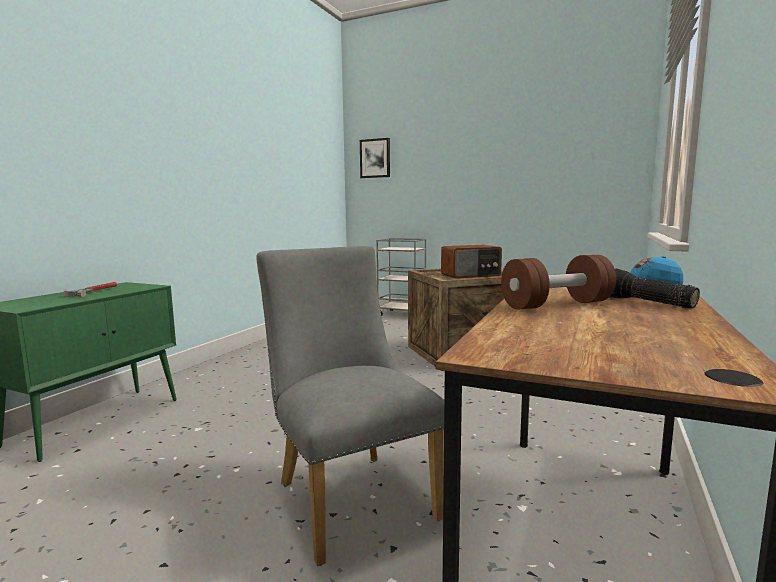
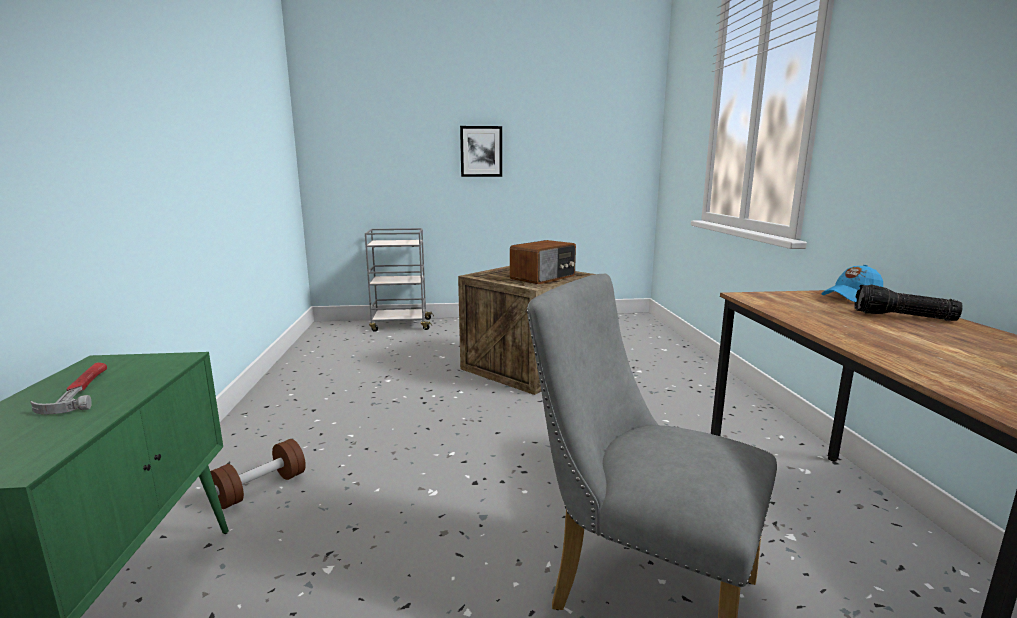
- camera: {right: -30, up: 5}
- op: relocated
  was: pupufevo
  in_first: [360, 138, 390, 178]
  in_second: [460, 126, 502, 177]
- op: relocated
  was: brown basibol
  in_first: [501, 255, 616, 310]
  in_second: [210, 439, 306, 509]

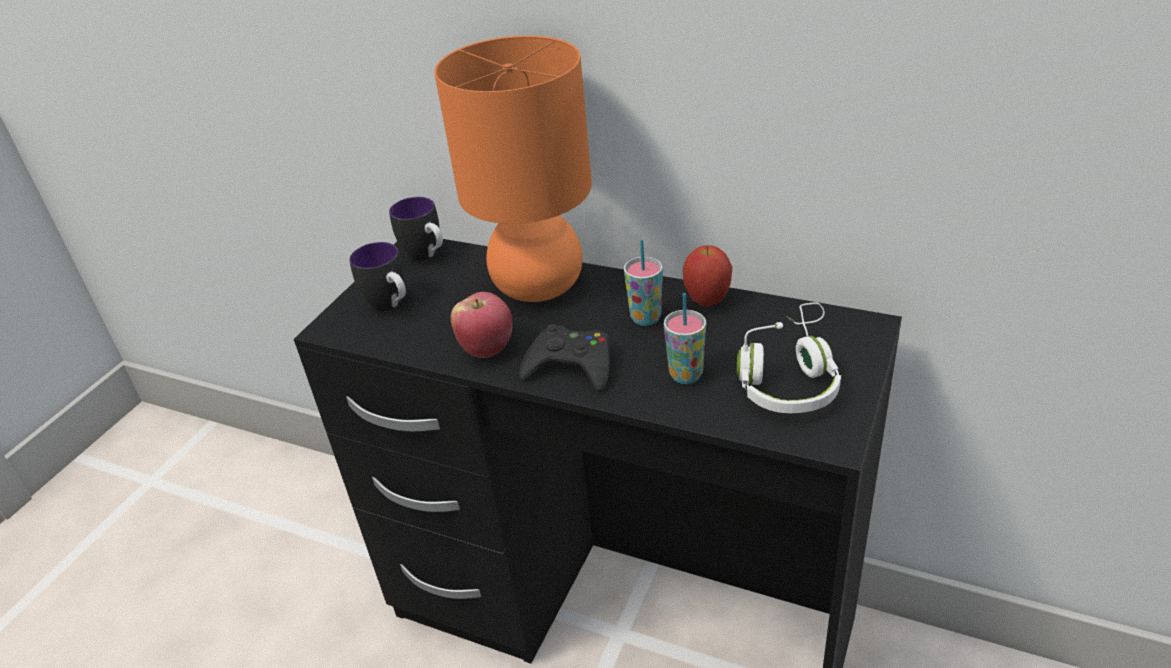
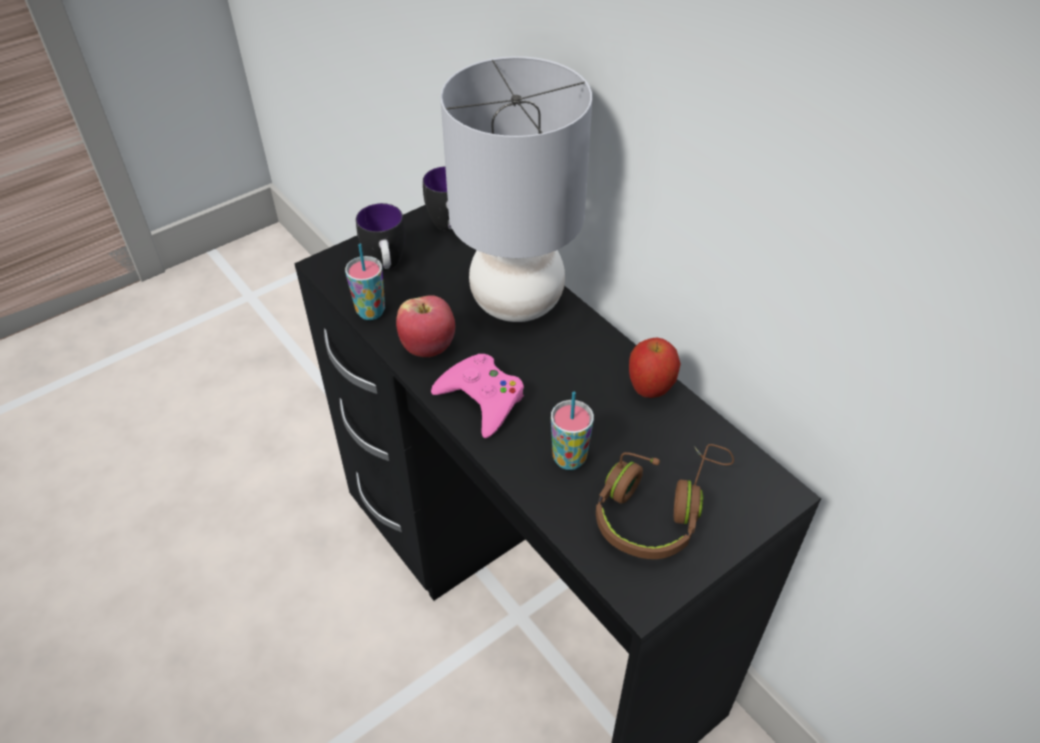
- camera: {right: 25, up: 10}
- op: colour
  was: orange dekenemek
  now: grey dekenemek
  in_first: [434, 35, 592, 302]
  in_second: [440, 56, 592, 322]
- op: relocated
  was: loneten
  in_first: [624, 239, 663, 326]
  in_second: [345, 244, 385, 320]
- op: colour
  was: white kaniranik
  now: brown kaniranik
  in_first: [737, 302, 841, 413]
  in_second: [596, 444, 734, 559]
- op: colour
  was: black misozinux
  now: pink misozinux
  in_first: [519, 324, 610, 392]
  in_second: [431, 354, 524, 438]

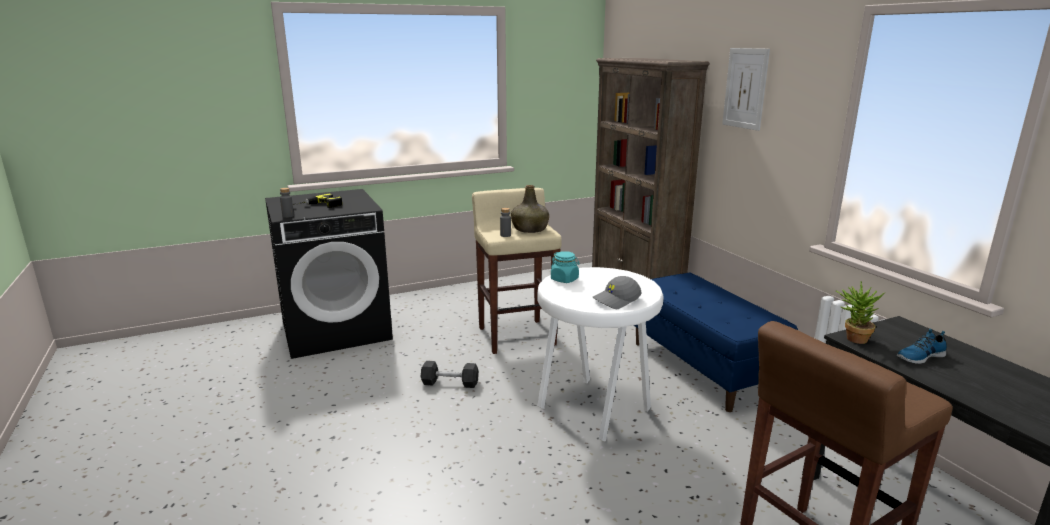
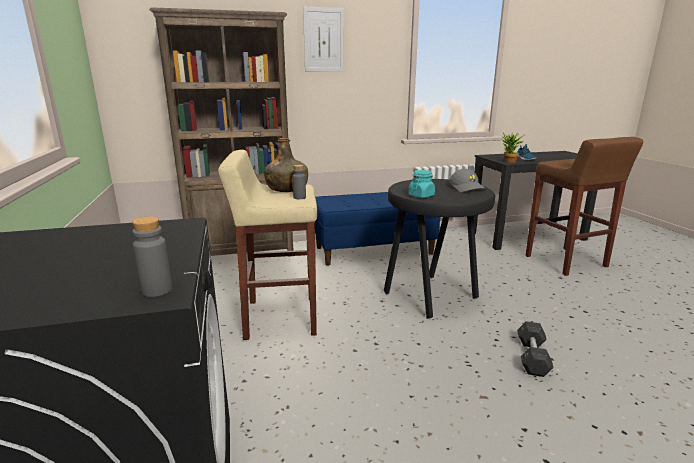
- camera: {right: -80, up: 0}
- op: missing
  was: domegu
  in_first: [293, 193, 342, 208]
- op: colour
  was: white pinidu
  now: black pinidu
  in_first: [537, 267, 664, 442]
  in_second: [384, 179, 495, 319]
- op: relocated
  was: grey basibol
  in_first: [421, 361, 479, 388]
  in_second: [517, 321, 554, 377]

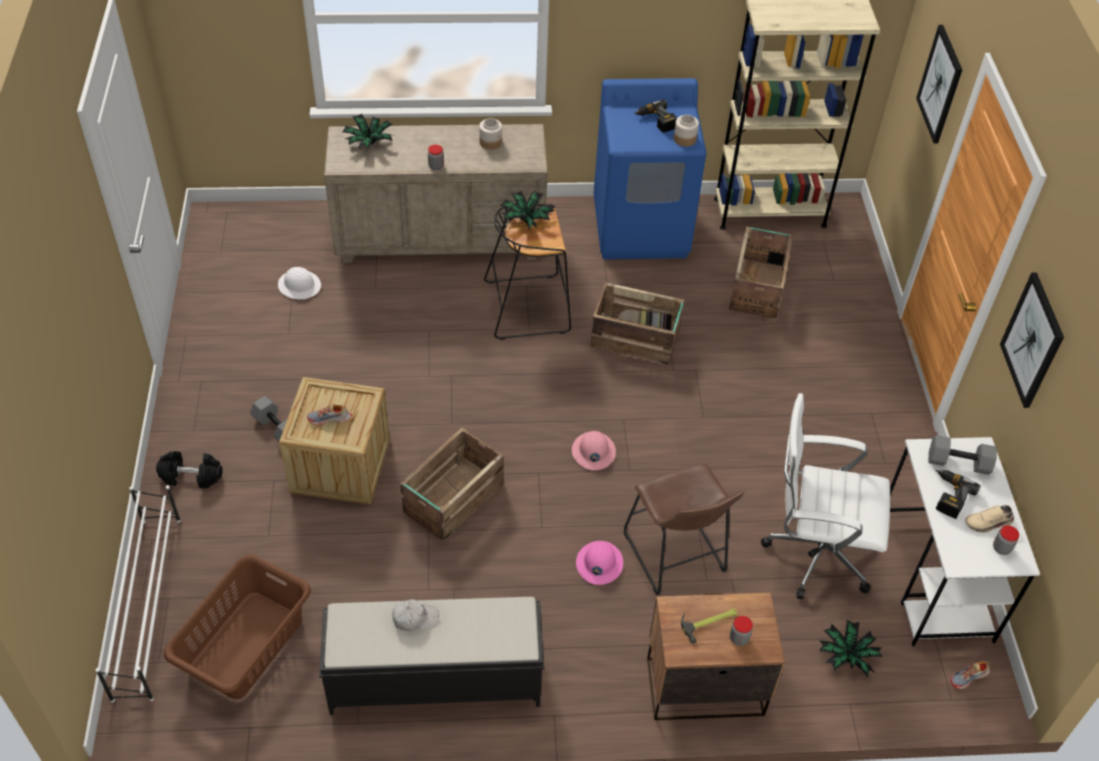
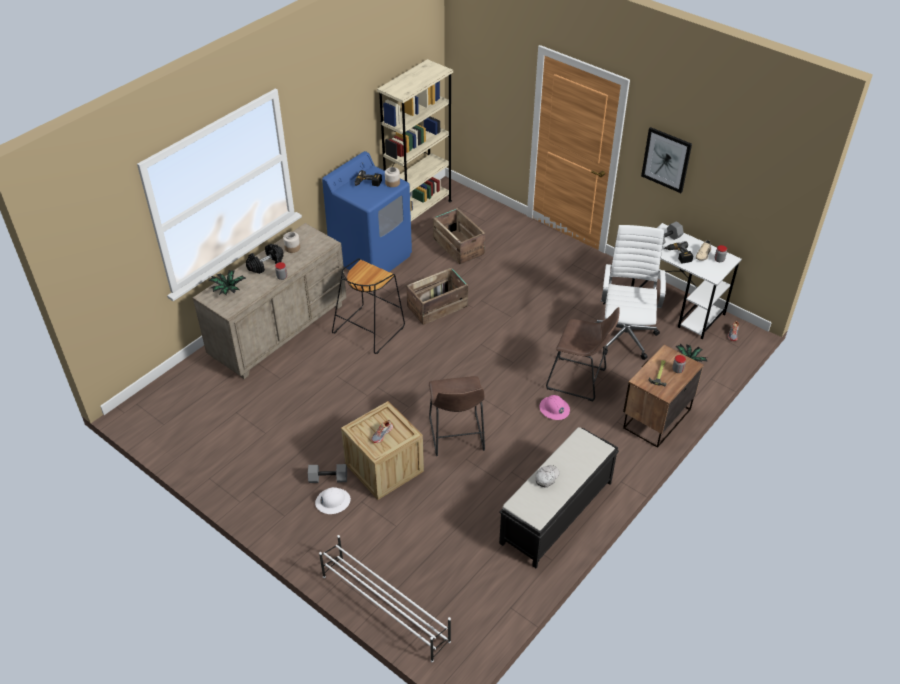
- camera: {right: -45, up: -5}
- op: missing
  was: pupufevo
  in_first: [916, 25, 962, 144]
- op: missing
  was: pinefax
  in_first: [500, 190, 554, 230]
- op: relocated
  was: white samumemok
  in_first: [278, 267, 321, 299]
  in_second: [315, 487, 351, 514]
- op: spun
  was: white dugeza
  in_first: [761, 393, 890, 599]
  in_second: [596, 225, 666, 360]
  clockwise: 135
- op: exchanged
  was: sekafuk
  now: brown pinidu
  in_first: [400, 428, 504, 541]
  in_second: [429, 376, 485, 456]
- op: missing
  was: pink samumemok
  in_first: [572, 431, 616, 470]
- op: relocated
  was: black basibol
  in_first: [156, 451, 223, 489]
  in_second: [246, 244, 284, 274]
- op: missing
  was: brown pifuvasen
  in_first: [164, 554, 311, 699]

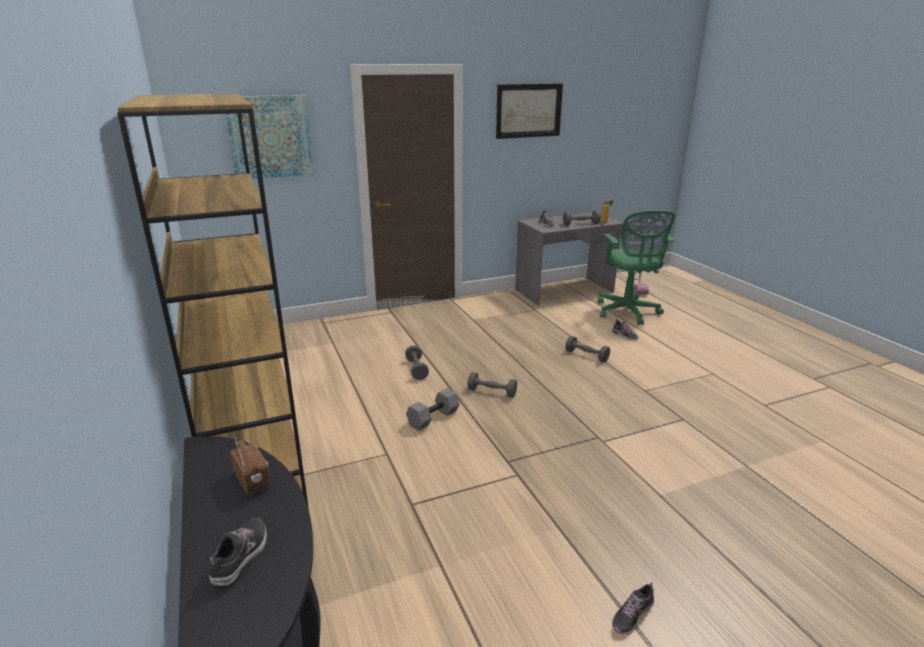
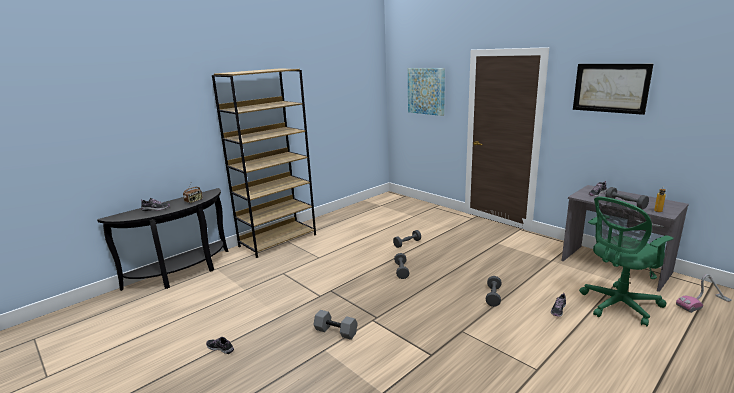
- camera: {right: 70, up: -5}
- op: relocated
  was: grey basibol
  in_first: [406, 388, 460, 431]
  in_second: [313, 310, 358, 340]

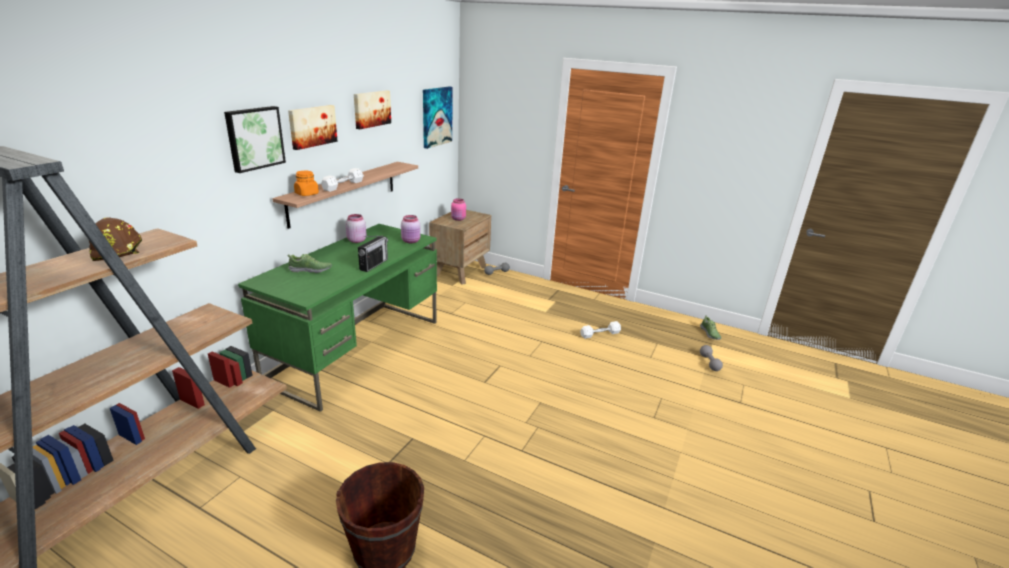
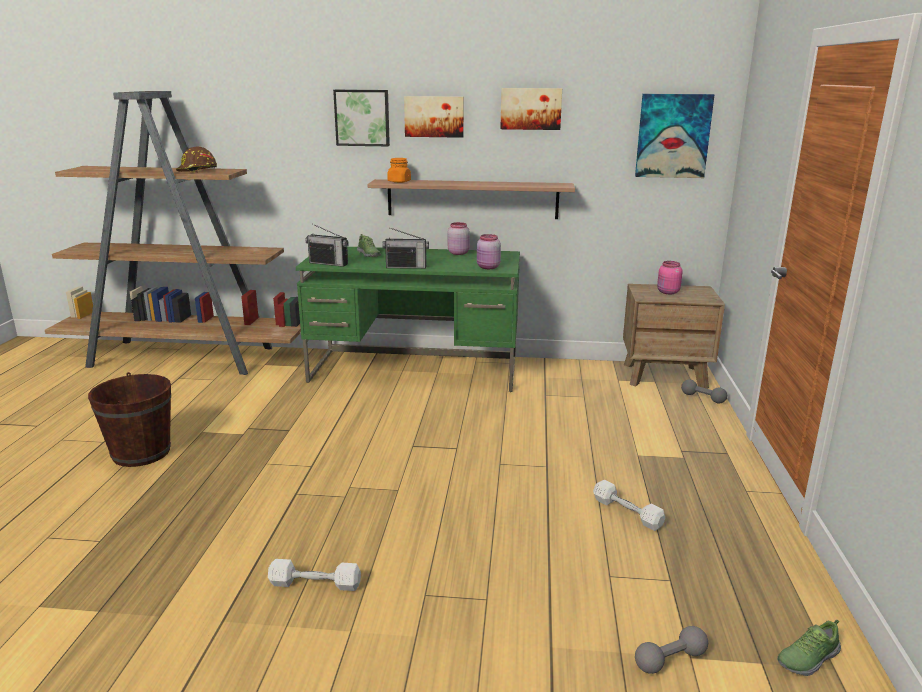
- camera: {right: 70, up: -5}
- op: relocated
  was: white basibol
  in_first: [321, 168, 364, 192]
  in_second: [268, 559, 361, 591]
- op: appeared
  now: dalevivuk
  in_second: [305, 224, 349, 267]

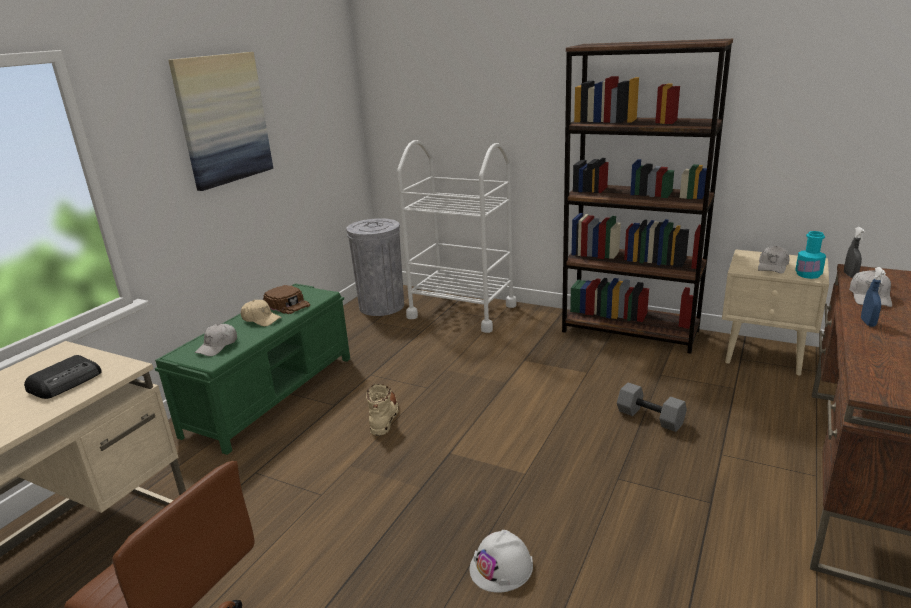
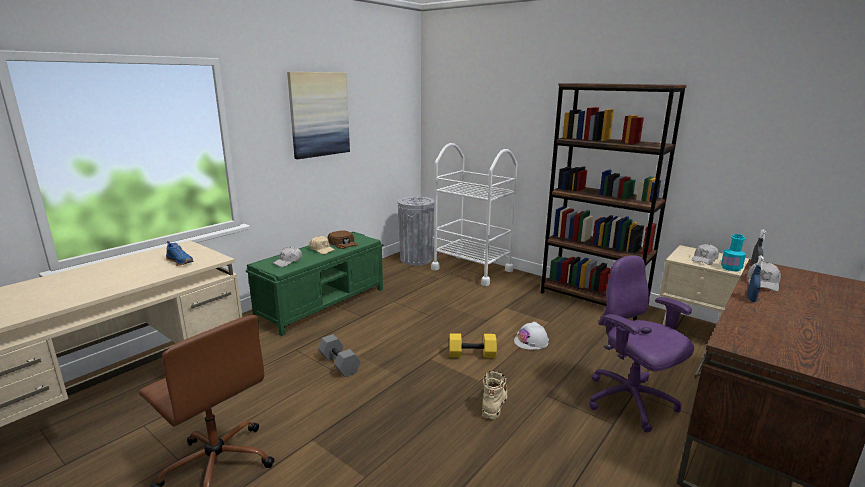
- camera: {right: 10, up: -5}
- op: exchanged
  was: dalevivuk
  now: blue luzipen
  in_first: [24, 355, 102, 399]
  in_second: [166, 241, 193, 266]
- op: relocated
  was: grey basibol
  in_first: [617, 383, 687, 432]
  in_second: [318, 334, 361, 377]
- op: relocated
  was: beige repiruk
  in_first: [366, 384, 399, 436]
  in_second: [482, 371, 508, 419]
- op: relocated
  was: white samumemok
  in_first: [470, 530, 533, 593]
  in_second: [514, 321, 549, 350]
- op: appeared
  now: purple dugeza
  in_second: [589, 256, 694, 432]
- op: appeared
  now: yellow basibol
  in_second: [449, 333, 497, 358]

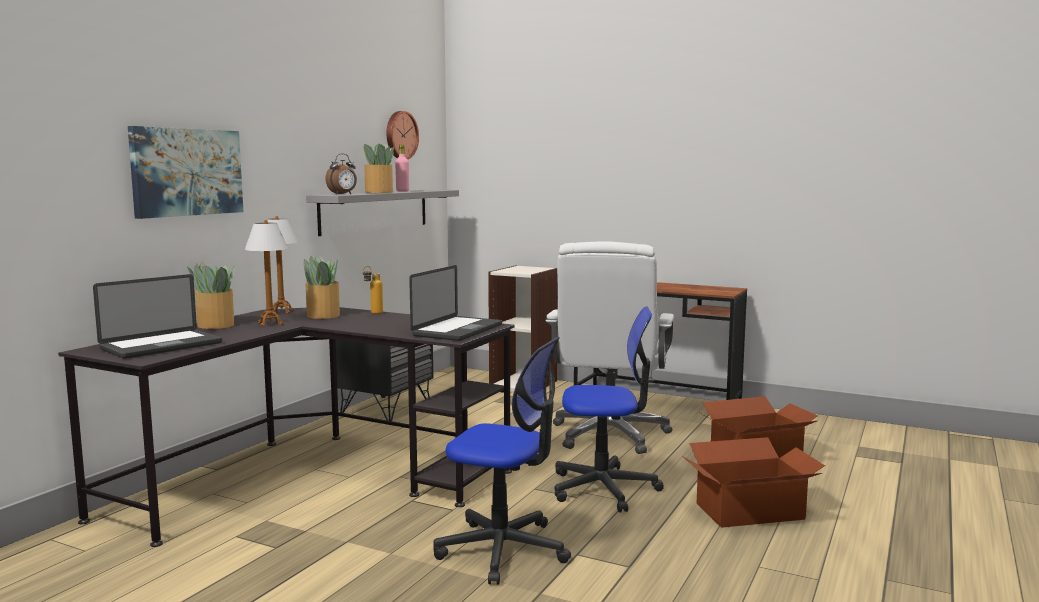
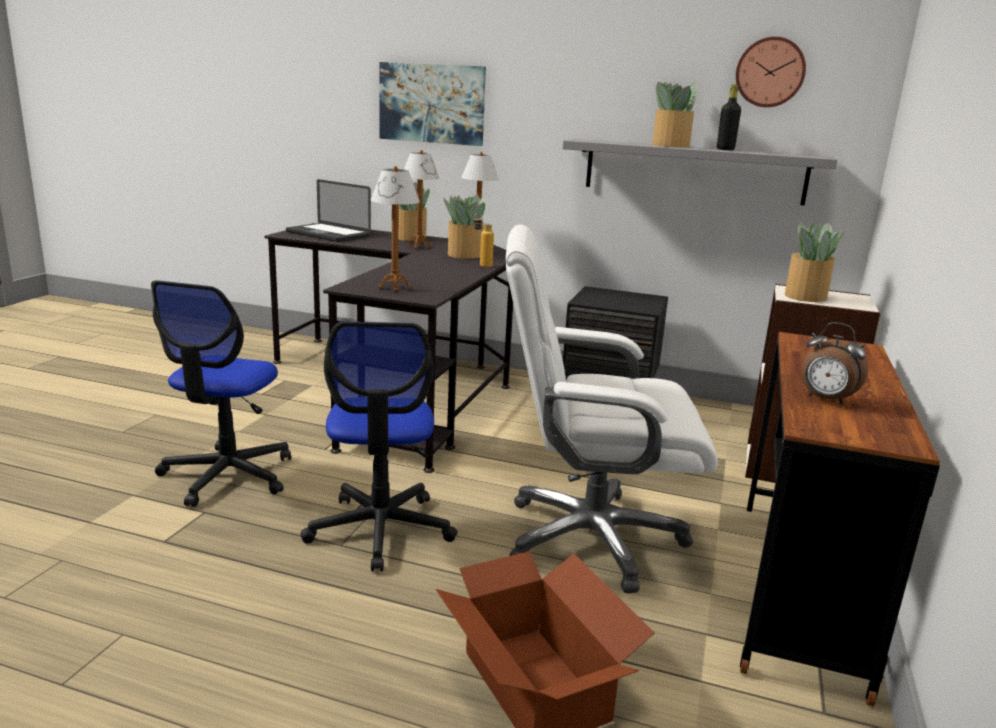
- camera: {right: 80, up: 10}
- op: colour
  was: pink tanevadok
  now: black tanevadok
  in_first: [395, 144, 409, 192]
  in_second: [717, 84, 741, 150]
- op: relocated
  was: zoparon
  in_first: [325, 154, 357, 195]
  in_second: [802, 322, 868, 405]
- op: exchanged
  was: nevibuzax
  now: dekenemek
  in_first: [409, 265, 502, 341]
  in_second: [371, 166, 420, 292]
- op: missing
  was: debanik
  in_first: [682, 437, 825, 528]
- op: appeared
  now: pinefax
  in_second: [785, 222, 844, 302]

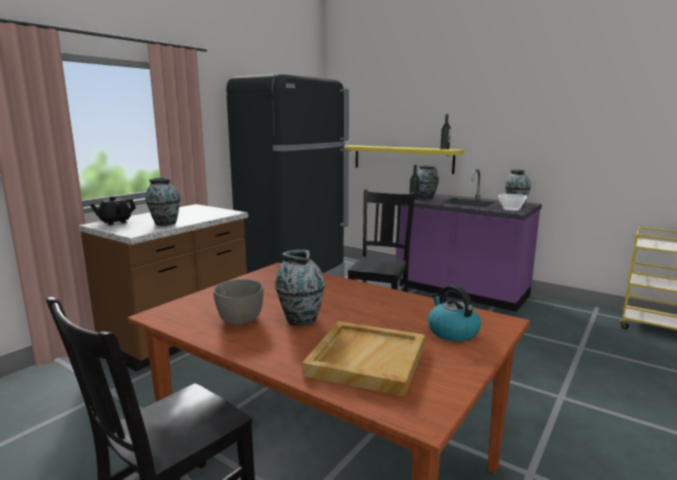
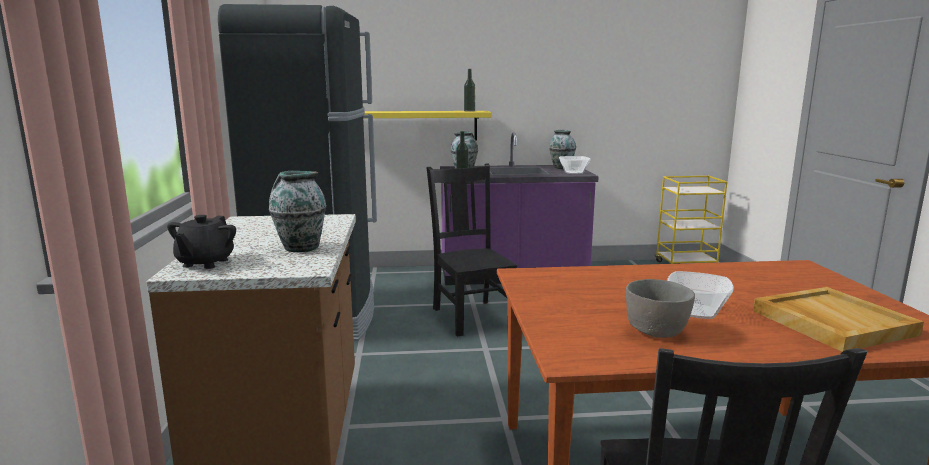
- camera: {right: -40, up: 0}
- op: exchanged
  was: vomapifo
  now: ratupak
  in_first: [275, 250, 325, 325]
  in_second: [667, 271, 734, 319]
- op: missing
  was: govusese
  in_first: [428, 285, 481, 342]

